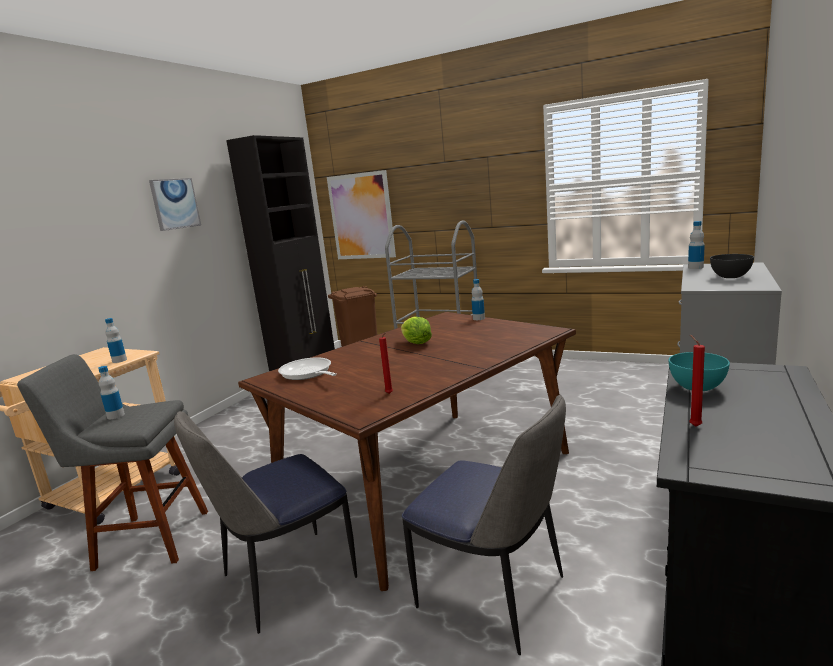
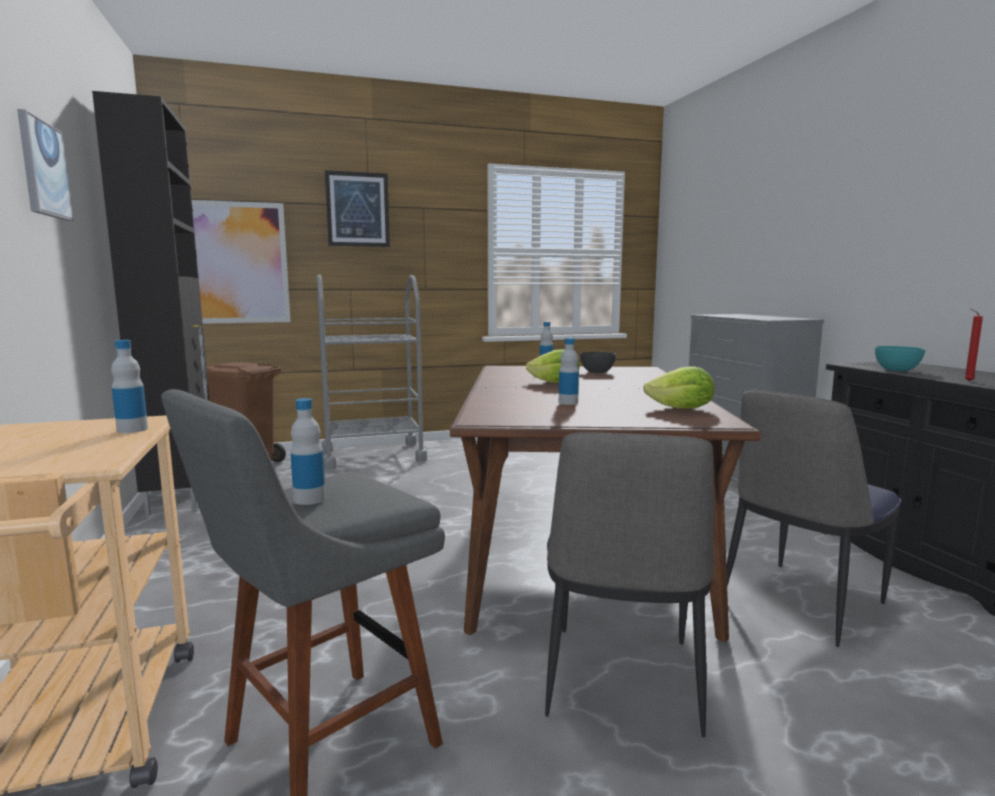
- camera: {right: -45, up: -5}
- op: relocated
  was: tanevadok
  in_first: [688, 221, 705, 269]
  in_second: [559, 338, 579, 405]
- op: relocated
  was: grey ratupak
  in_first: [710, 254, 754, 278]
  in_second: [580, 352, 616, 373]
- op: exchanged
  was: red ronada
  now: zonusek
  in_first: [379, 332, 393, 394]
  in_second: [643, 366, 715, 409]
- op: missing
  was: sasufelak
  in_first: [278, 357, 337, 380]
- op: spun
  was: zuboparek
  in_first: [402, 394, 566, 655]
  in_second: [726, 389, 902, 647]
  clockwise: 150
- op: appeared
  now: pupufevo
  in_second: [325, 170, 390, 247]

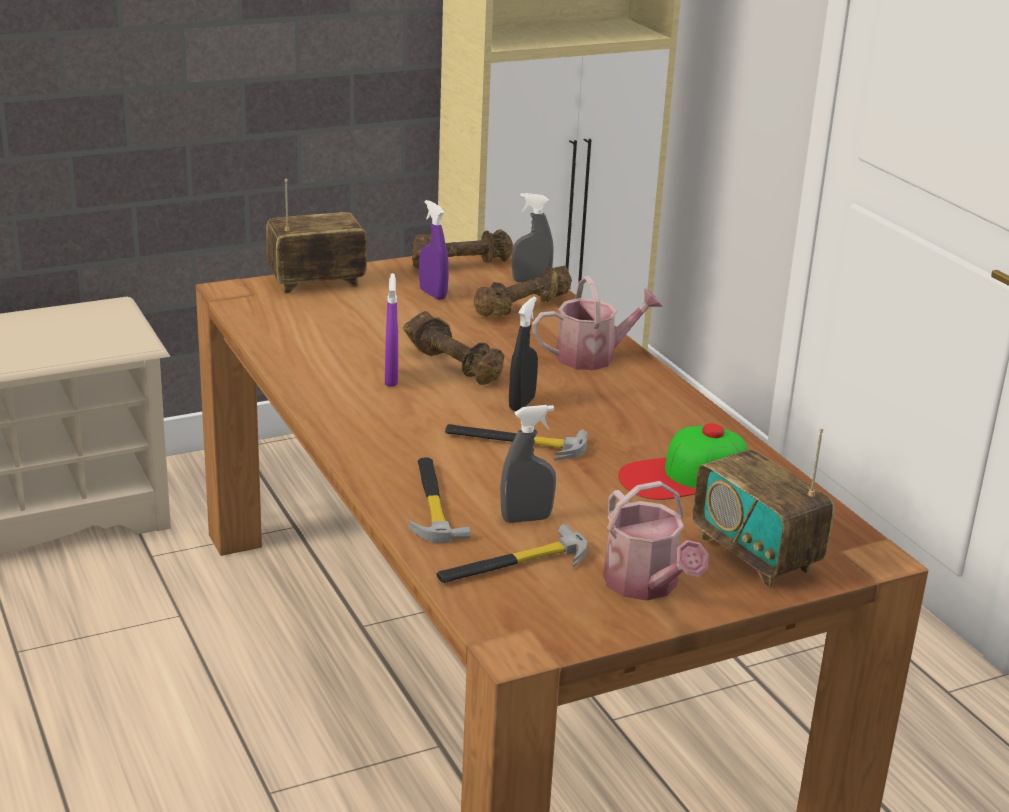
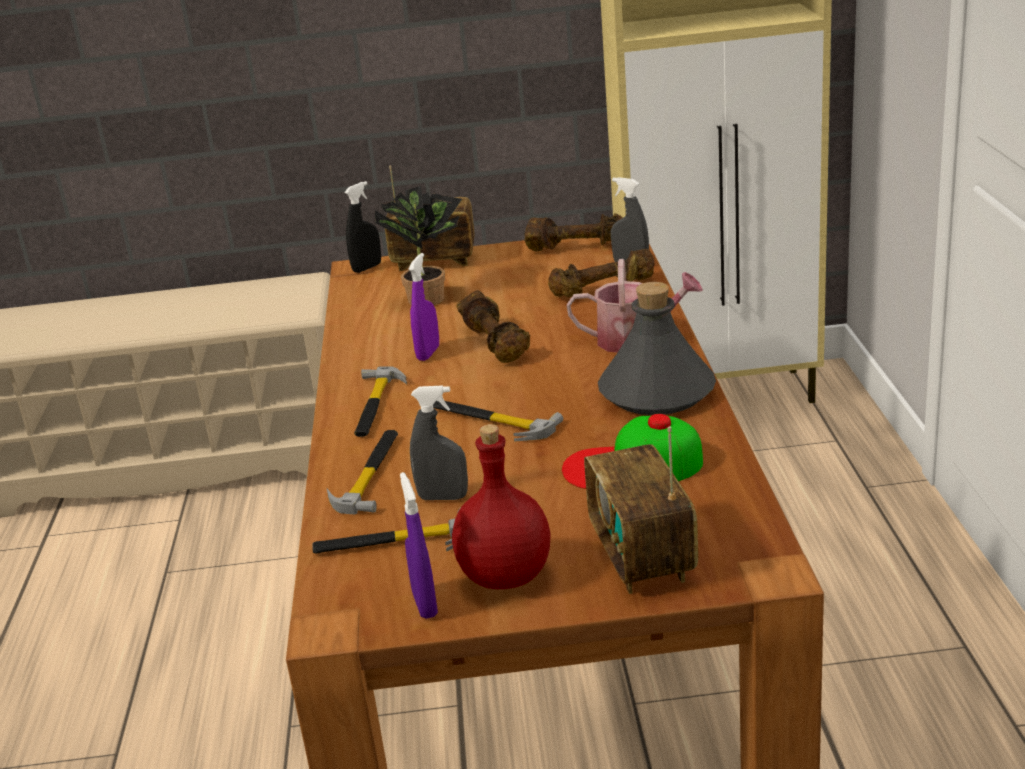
- camera: {right: 25, up: 0}
- op: relocated
  was: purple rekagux
  in_first: [419, 200, 449, 300]
  in_second: [400, 472, 438, 619]
- op: relocated
  was: black rekagux
  in_first: [509, 297, 538, 411]
  in_second: [344, 181, 381, 273]
- op: exchanged
  was: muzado
  now: red tanevadok
  in_first: [603, 481, 709, 600]
  in_second: [452, 424, 551, 589]
- op: appeared
  now: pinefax
  in_second: [375, 186, 462, 305]
- op: appeared
  now: grey tanevadok
  in_second: [598, 282, 716, 415]
- op: appeared
  now: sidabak
  in_second: [354, 366, 407, 437]

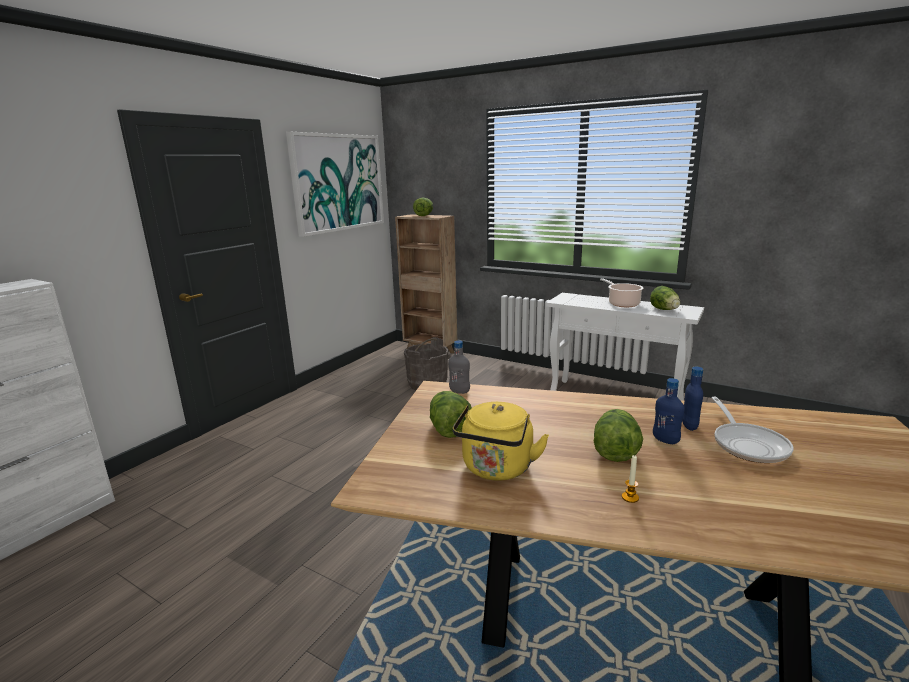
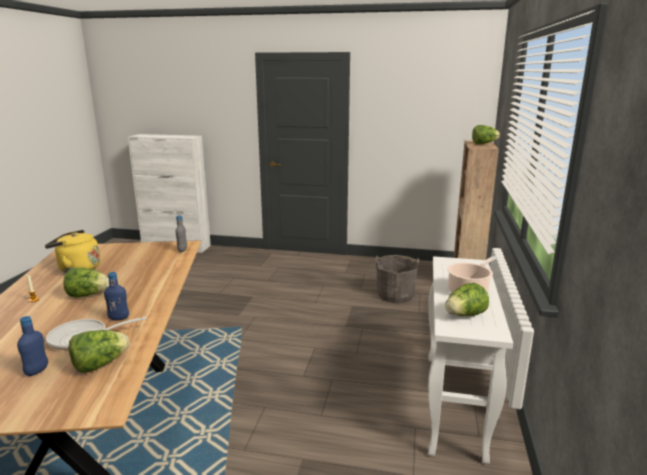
- camera: {right: 70, up: 0}
- op: missing
  was: pupufevo
  in_first: [286, 132, 384, 237]
- op: relocated
  was: blue tanevadok
  in_first: [653, 378, 685, 444]
  in_second: [17, 316, 48, 376]
- op: relocated
  was: zonusek
  in_first: [430, 391, 472, 438]
  in_second: [69, 330, 129, 373]

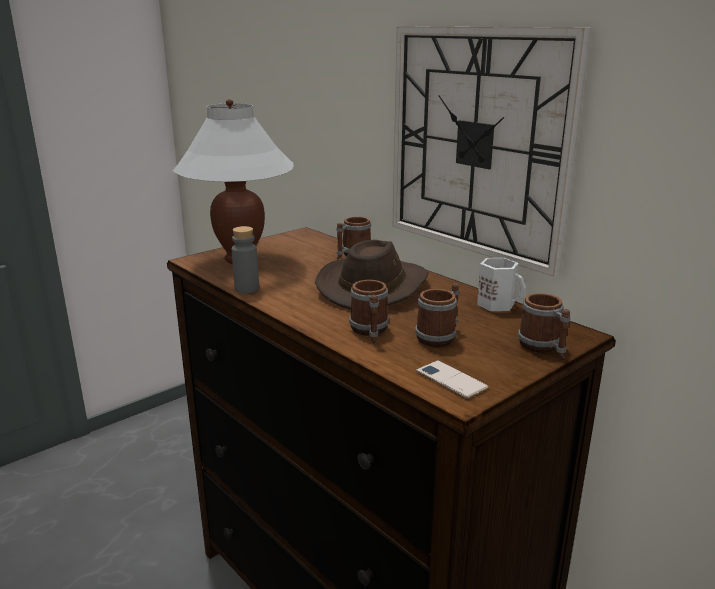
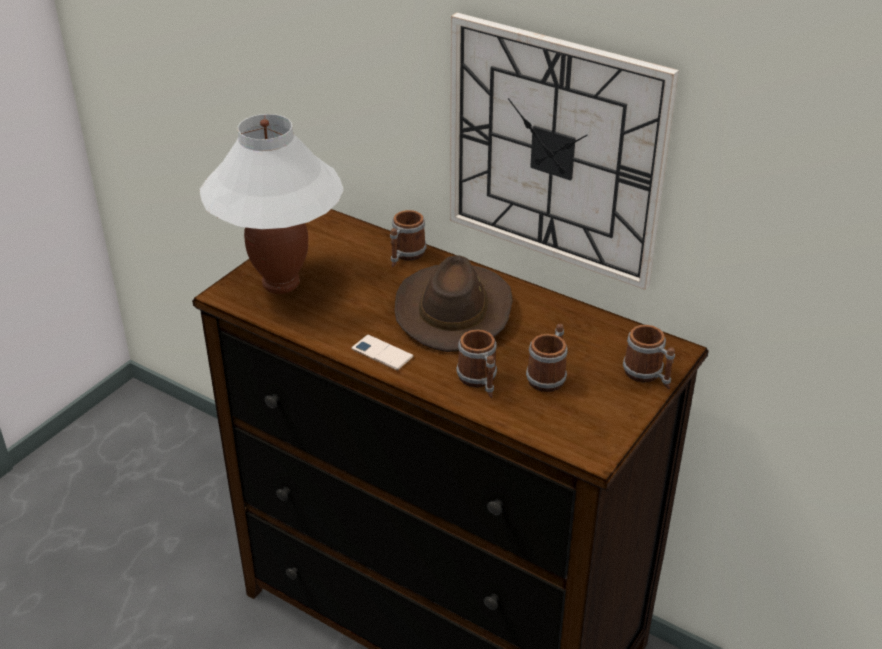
- camera: {right: -15, up: 15}
- op: missing
  was: grey tanevadok
  in_first: [232, 226, 259, 293]
- op: missing
  was: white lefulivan
  in_first: [477, 258, 526, 311]
- op: relocated
  was: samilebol
  in_first: [416, 360, 489, 399]
  in_second: [351, 335, 414, 371]

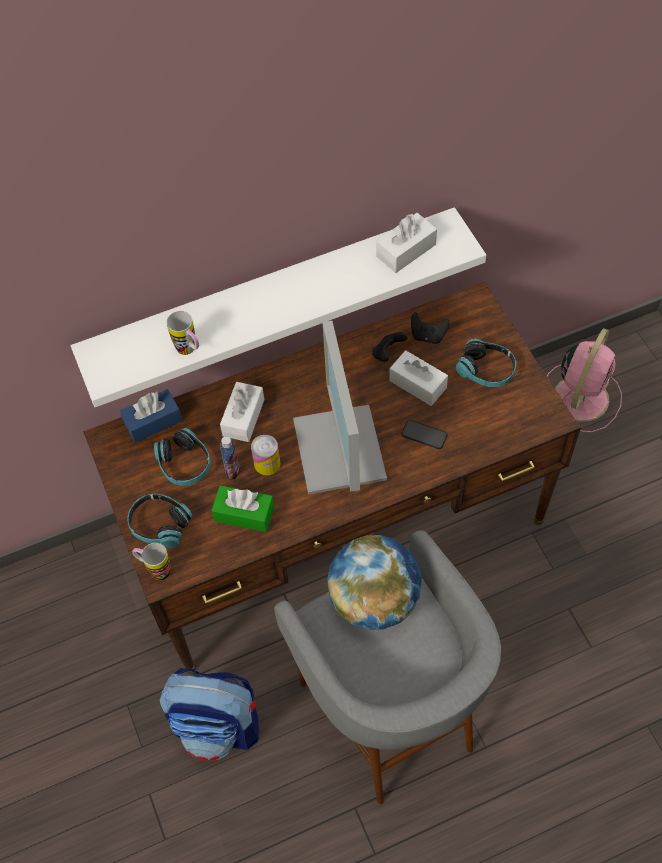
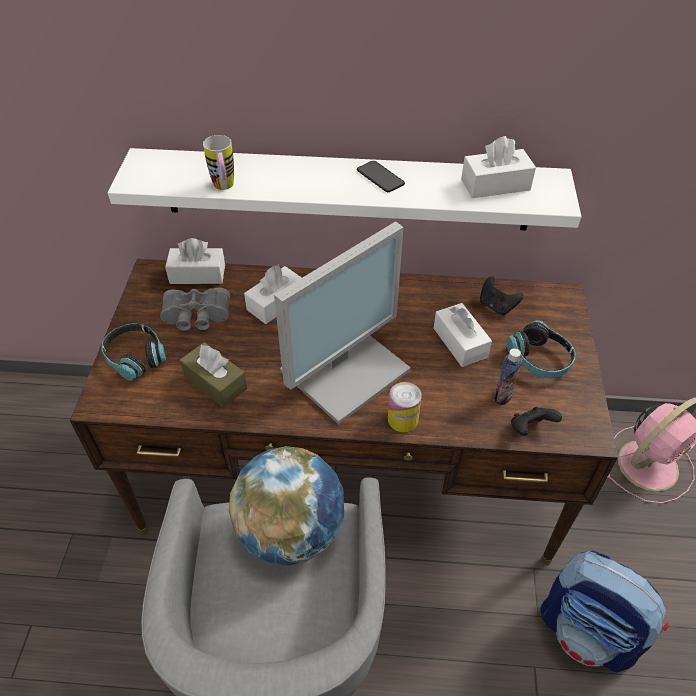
- camera: {right: 25, up: -10}
- op: spun
  was: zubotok
  in_first: [293, 321, 387, 494]
  in_second: [274, 221, 411, 424]
  clockwise: -150
- op: relocated
  was: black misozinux
  in_first: [372, 332, 407, 362]
  in_second: [511, 407, 562, 436]
- op: colour
  was: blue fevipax
  now: white fevipax
  in_first: [120, 389, 182, 443]
  in_second: [165, 238, 225, 284]
- op: relocated
  was: samilebol
  in_first: [401, 420, 448, 449]
  in_second: [357, 161, 405, 192]
- op: exchanged
  was: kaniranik
  now: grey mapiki
  in_first: [154, 428, 211, 486]
  in_second: [160, 288, 230, 331]
- op: relocated
  was: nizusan
  in_first: [251, 435, 280, 476]
  in_second: [388, 382, 422, 432]
- op: relocated
  was: tanevadok
  in_first: [220, 436, 240, 480]
  in_second: [494, 348, 522, 405]
- op: colour
  was: green fevipax
  now: brown fevipax
  in_first: [211, 485, 275, 532]
  in_second: [180, 342, 247, 408]
- op: missing
  was: lefulivan
  in_first: [132, 543, 170, 580]
- op: relocated
  was: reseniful
  in_first: [160, 668, 259, 761]
  in_second: [540, 550, 668, 673]

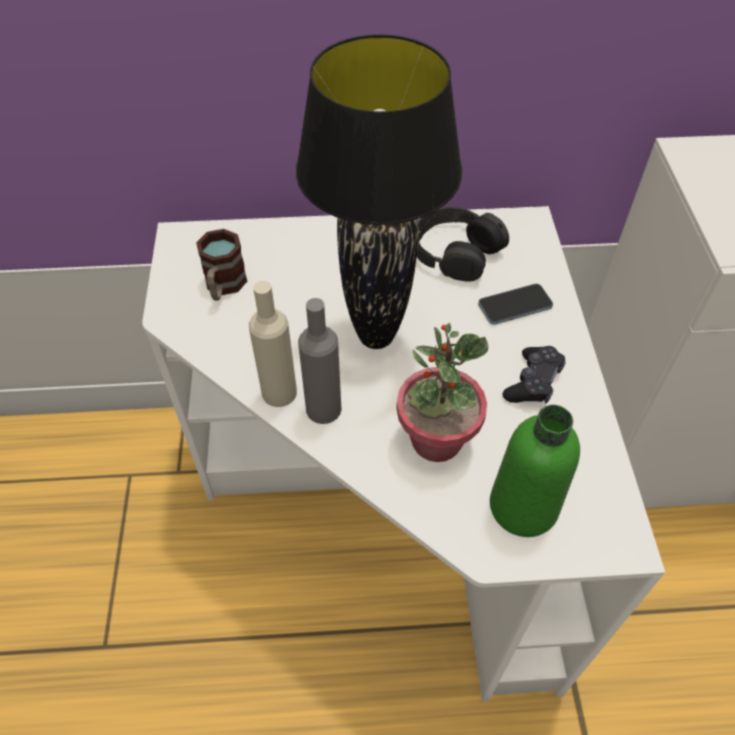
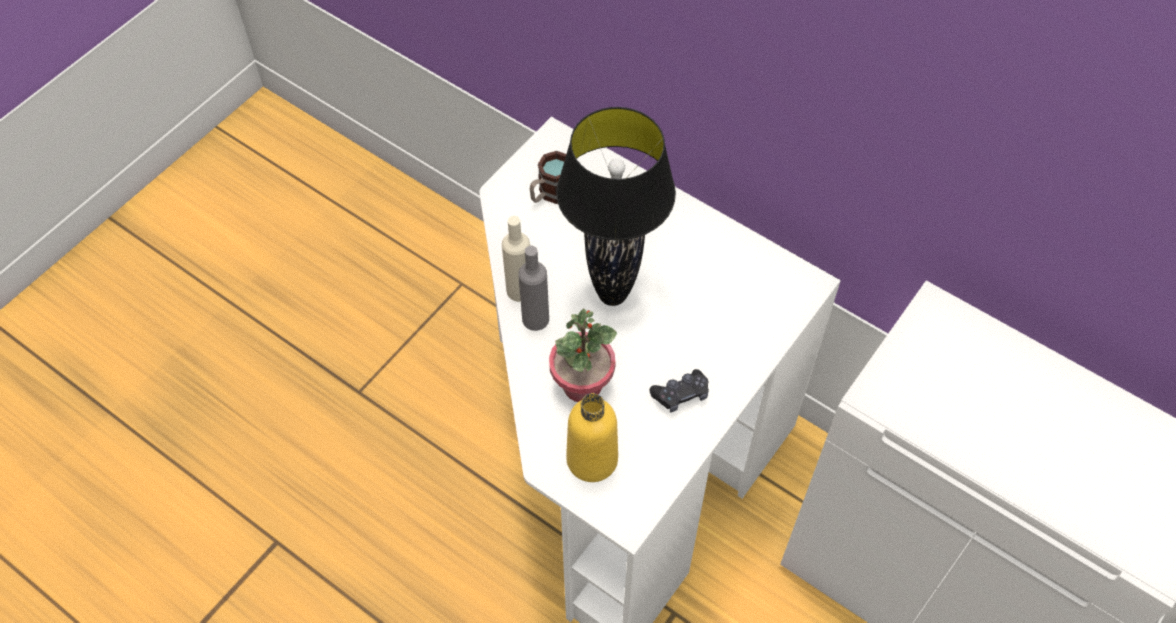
- camera: {right: 40, up: 5}
- op: missing
  was: black kaniranik
  in_first: [417, 207, 509, 282]
- op: missing
  was: samilebol
  in_first: [478, 284, 553, 325]
- op: colour
  was: green tanevadok
  now: yellow tanevadok
  in_first: [490, 405, 580, 537]
  in_second: [566, 393, 618, 482]

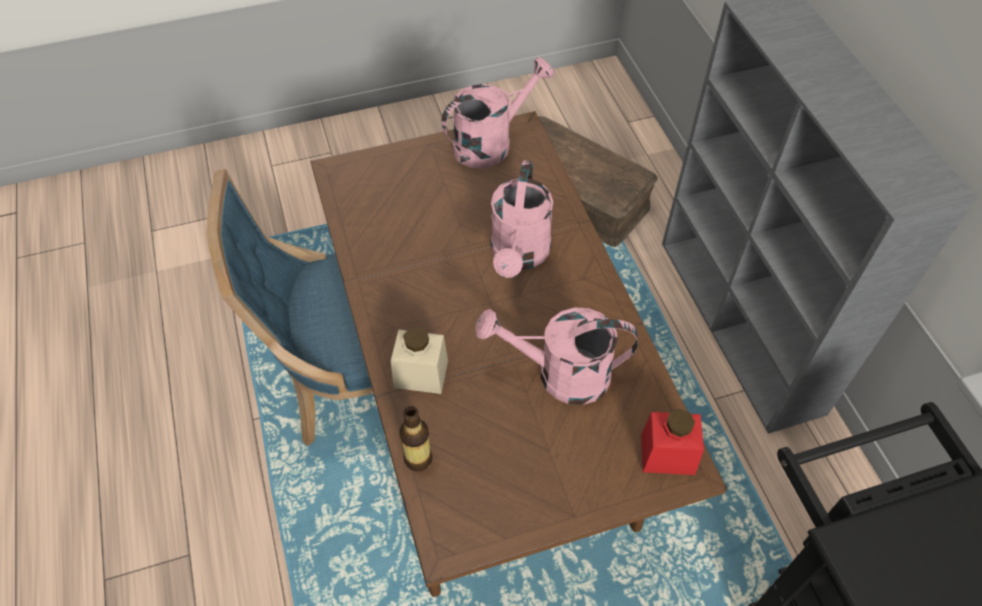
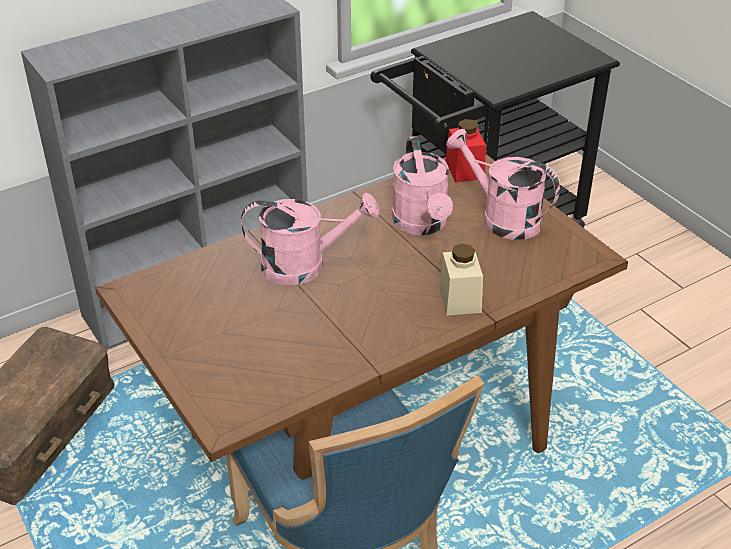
- camera: {right: -105, up: -15}
- op: relocated
  was: pink muzado
  in_first: [441, 57, 554, 169]
  in_second: [446, 129, 560, 240]
- op: missing
  was: tanevadok
  in_first: [399, 406, 433, 472]

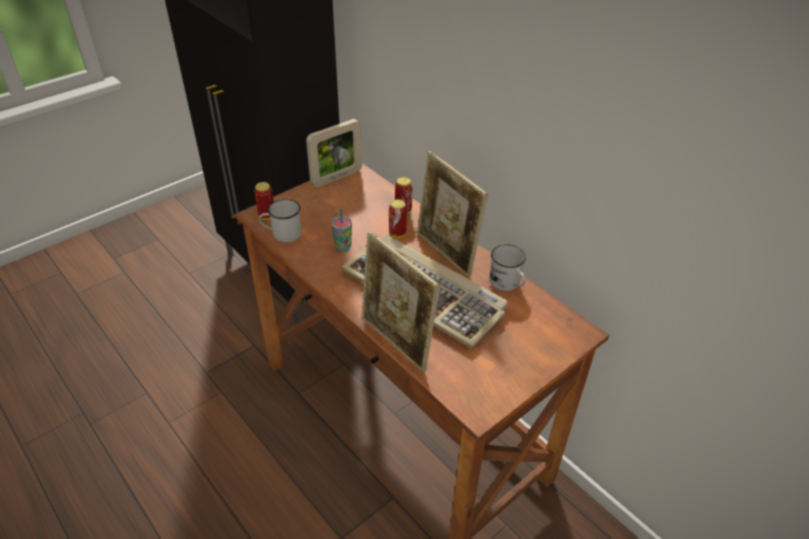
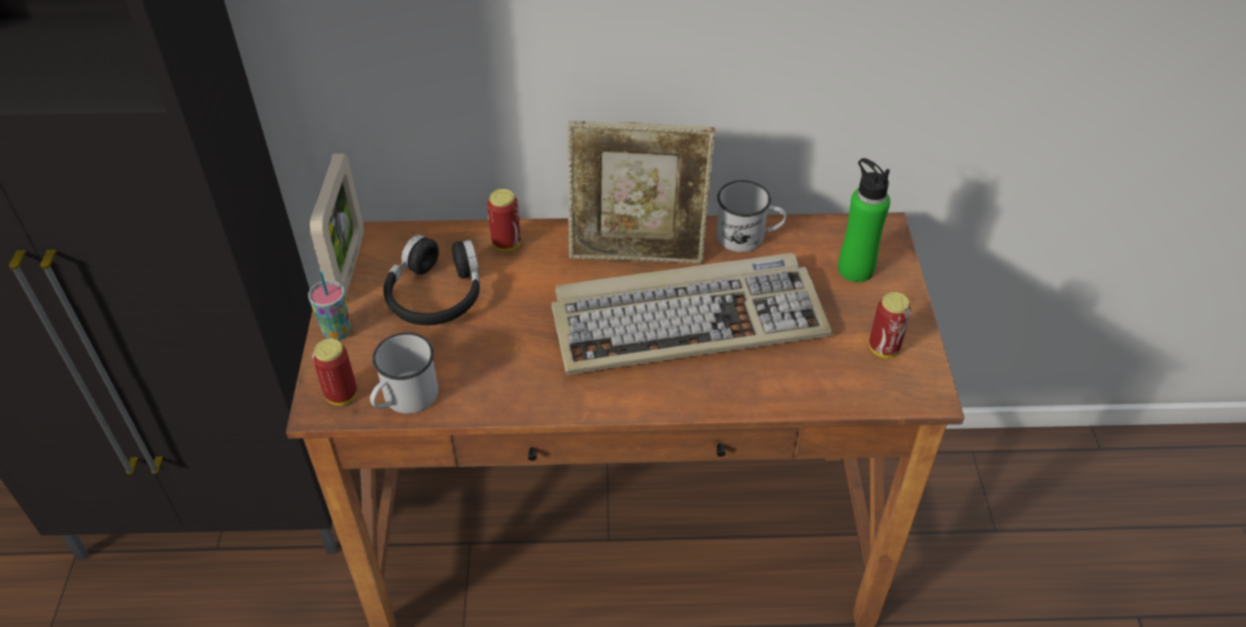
- camera: {right: -50, up: 5}
- op: relocated
  was: nizusan
  in_first: [389, 199, 407, 238]
  in_second: [869, 292, 911, 358]
- op: relocated
  was: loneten
  in_first: [331, 208, 352, 252]
  in_second: [308, 271, 351, 340]
- op: missing
  was: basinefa
  in_first: [361, 231, 440, 373]
- op: appeared
  now: green tanevadok
  in_second: [838, 158, 890, 282]
- op: appeared
  now: black kaniranik
  in_second: [383, 235, 480, 326]

